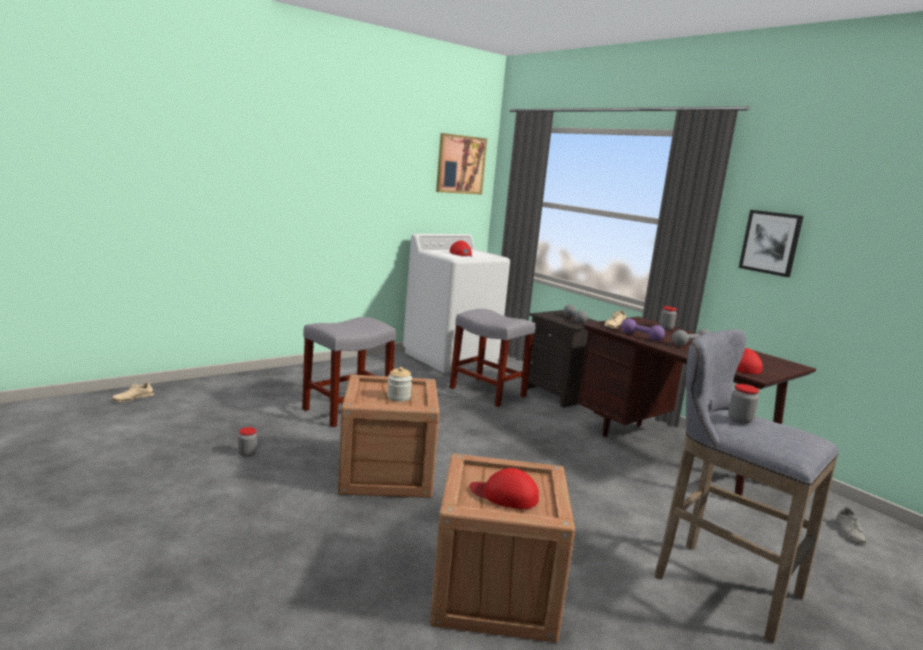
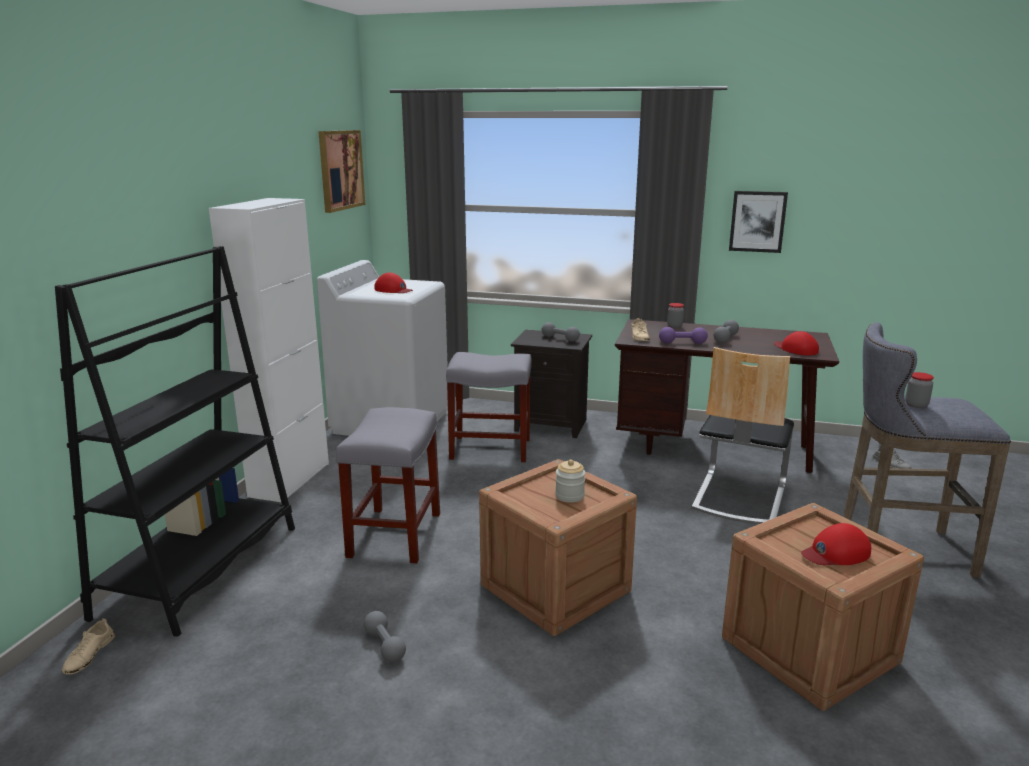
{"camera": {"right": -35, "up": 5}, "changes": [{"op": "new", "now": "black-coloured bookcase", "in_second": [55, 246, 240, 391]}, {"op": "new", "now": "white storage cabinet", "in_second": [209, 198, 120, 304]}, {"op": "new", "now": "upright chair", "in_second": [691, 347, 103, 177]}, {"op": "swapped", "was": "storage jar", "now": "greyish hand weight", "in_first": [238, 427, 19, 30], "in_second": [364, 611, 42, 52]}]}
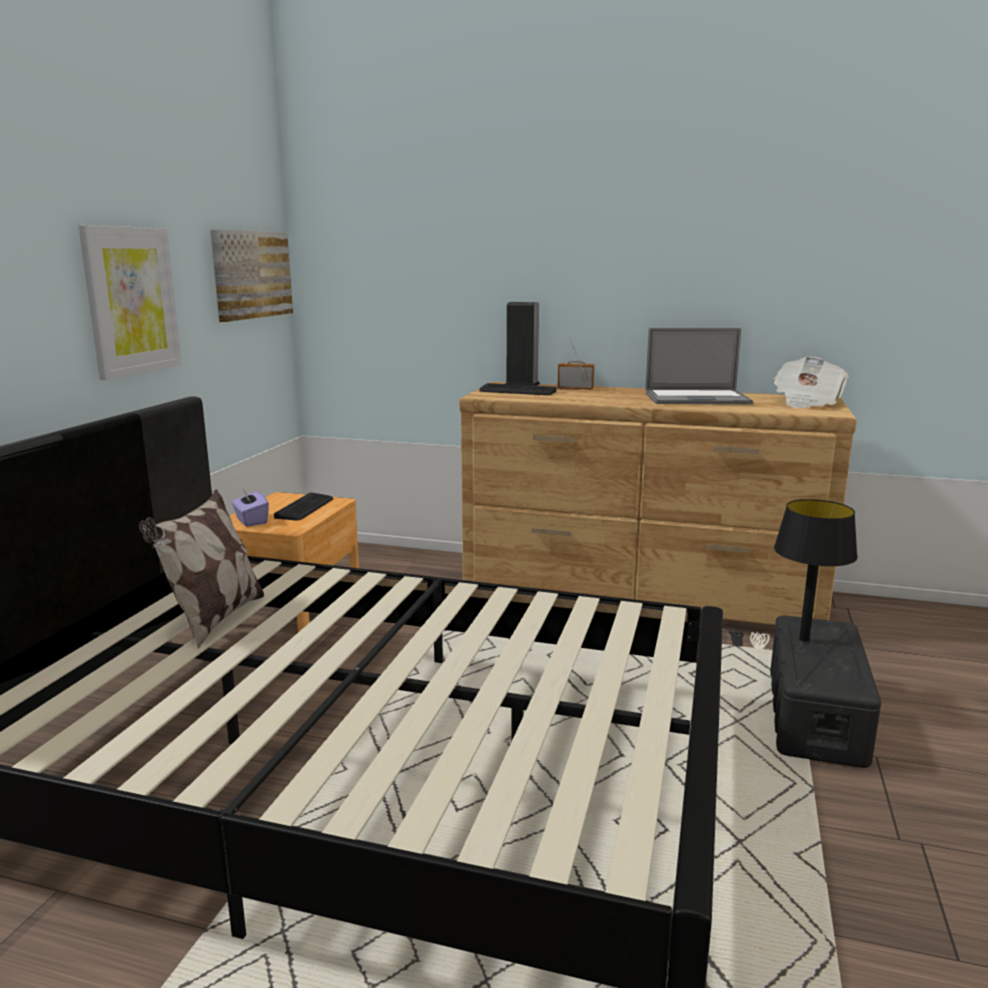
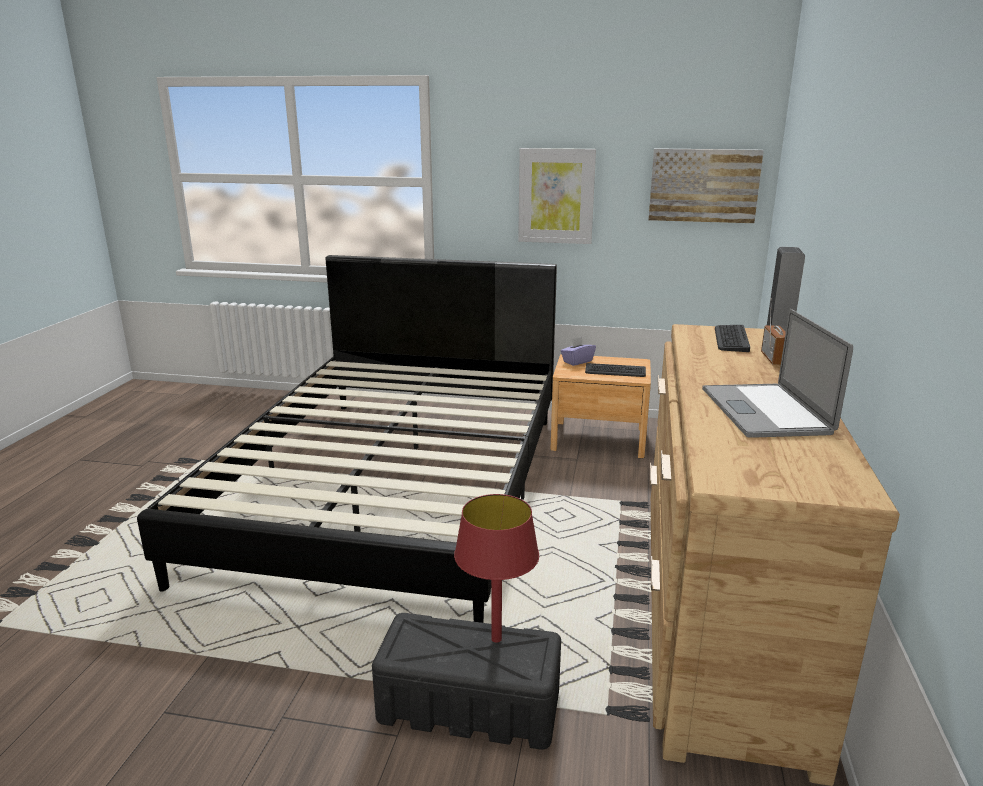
{"camera": {"right": 85, "up": 5}, "changes": [{"op": "gone", "was": "pillow", "in_first": [139, 489, 125, 160]}, {"op": "gone", "was": "daily paper", "in_first": [773, 357, 76, 51]}, {"op": "repainted", "was": "black-coloured table lamp", "now": "red table lamp", "in_first": [774, 499, 84, 143], "in_second": [454, 494, 85, 149]}]}
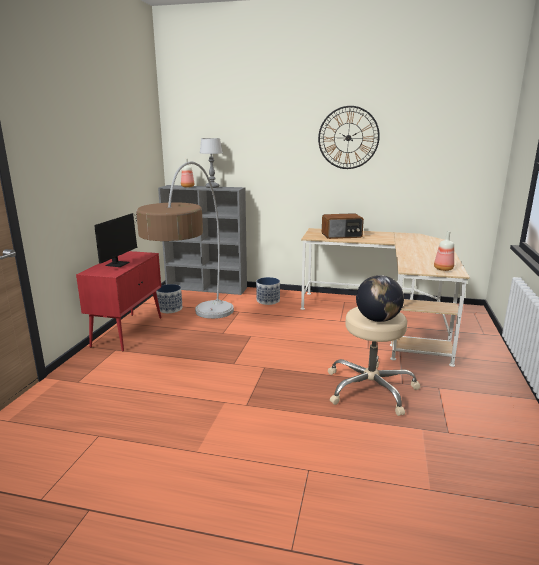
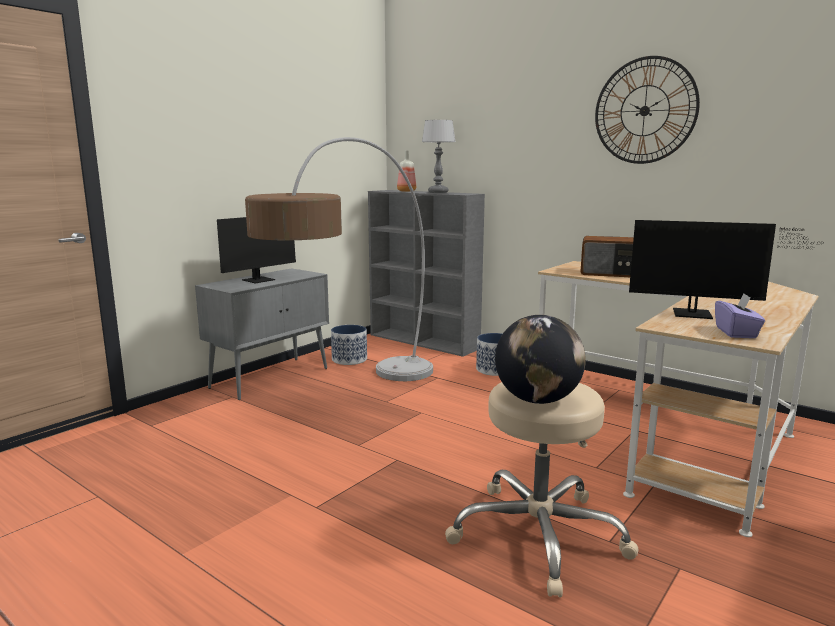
{"camera": {"right": 25, "up": -5}, "changes": [{"op": "new", "now": "computer screen", "in_second": [629, 220, 195, 99]}, {"op": "swapped", "was": "bottle", "now": "purple box of tissues", "in_first": [434, 231, 20, 40], "in_second": [715, 294, 50, 44]}, {"op": "repainted", "was": "red storage cabinet", "now": "greyish storage cabinet", "in_first": [76, 251, 85, 101], "in_second": [195, 268, 134, 132]}]}
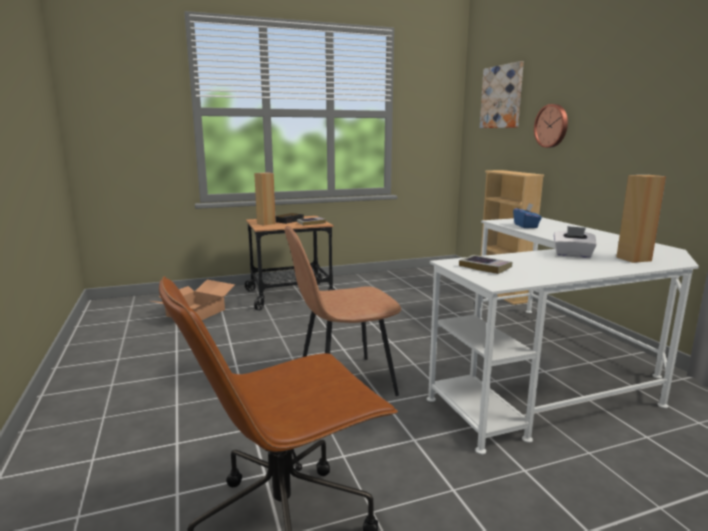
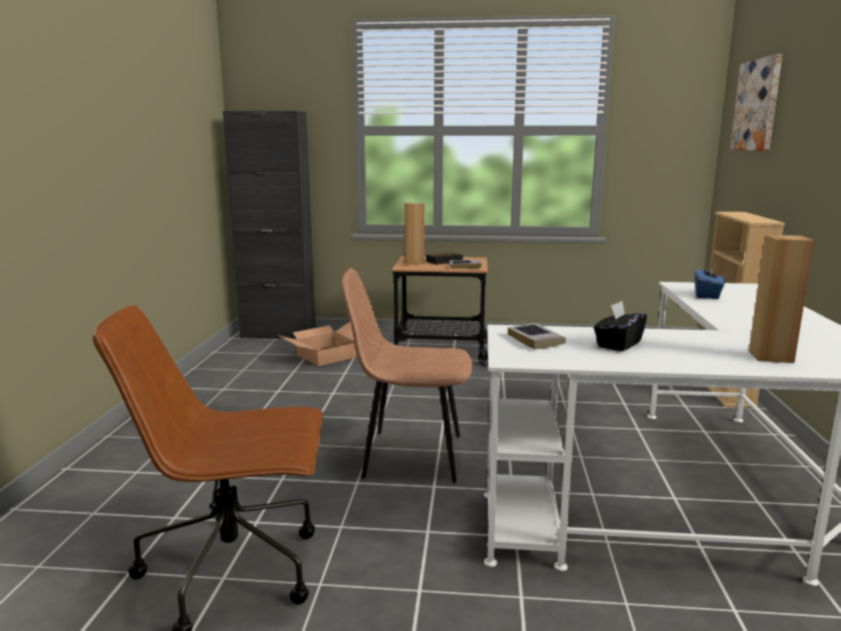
{"camera": {"right": 25, "up": 0}, "changes": [{"op": "gone", "was": "clock on the wall", "in_first": [534, 104, 34, 44]}, {"op": "gone", "was": "white box of tissues", "in_first": [554, 226, 43, 32]}, {"op": "new", "now": "black-coloured storage cabinet", "in_second": [223, 111, 93, 228]}, {"op": "new", "now": "black-coloured box of tissues", "in_second": [594, 301, 53, 50]}]}
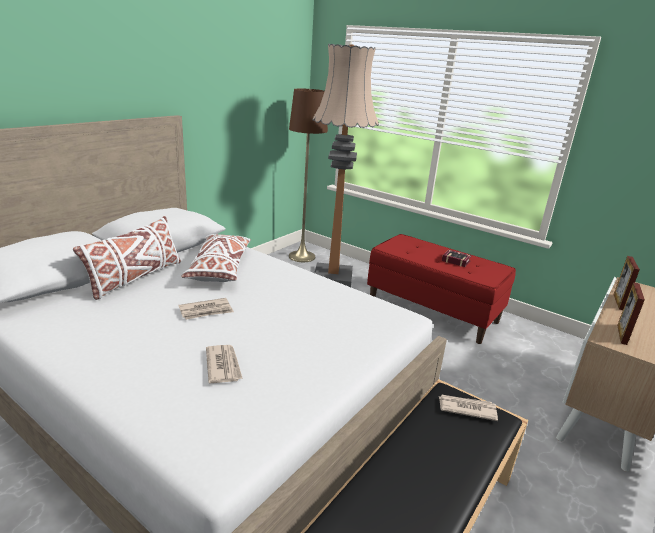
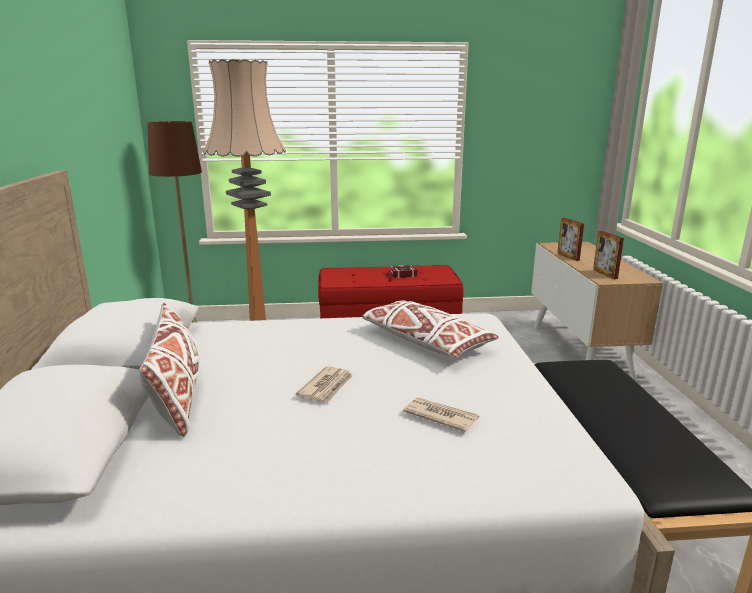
{"camera": {"right": -40, "up": -5}, "changes": [{"op": "gone", "was": "daily paper", "in_first": [439, 394, 59, 27]}, {"op": "shifted", "was": "white pillow", "in_first": [181, 234, 70, 48], "in_second": [362, 301, 137, 57]}]}
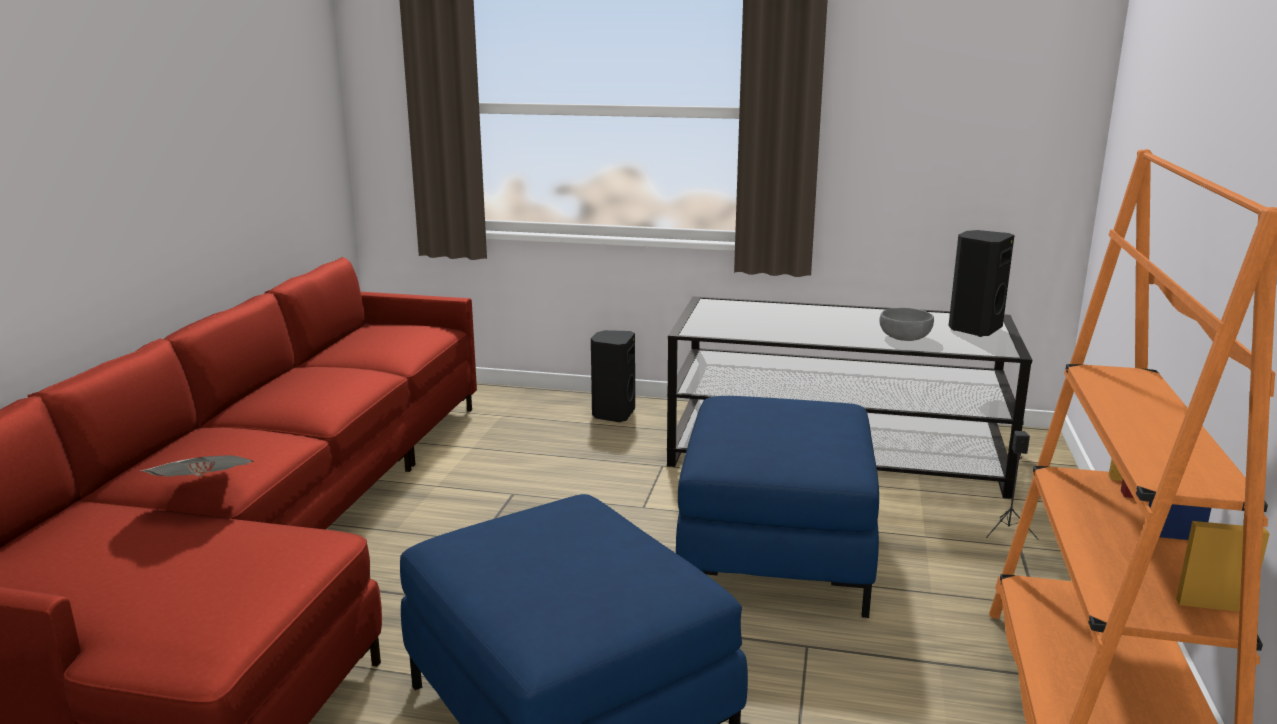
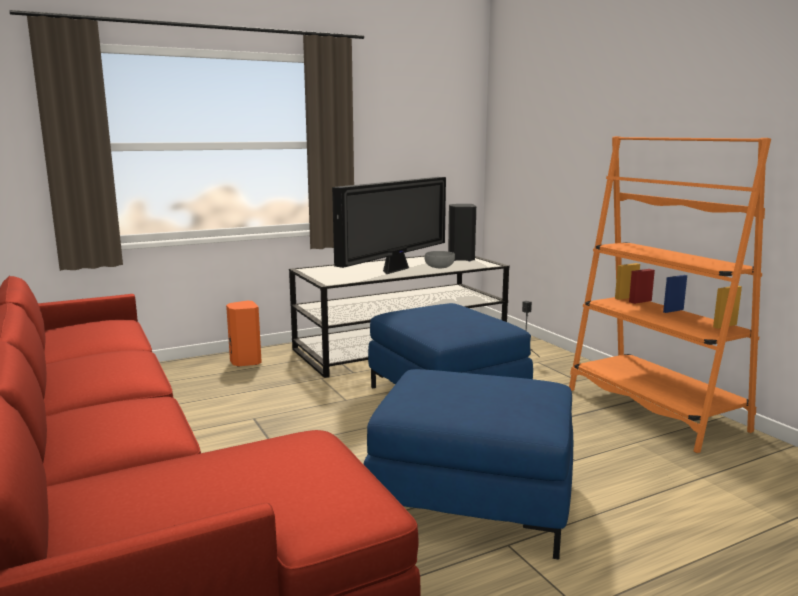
{"camera": {"right": -40, "up": -5}, "changes": [{"op": "gone", "was": "daily paper", "in_first": [140, 456, 113, 21]}, {"op": "new", "now": "TV", "in_second": [332, 177, 114, 97]}, {"op": "repainted", "was": "black-coloured loudspeaker", "now": "orange loudspeaker", "in_first": [591, 330, 44, 92], "in_second": [226, 301, 36, 66]}]}
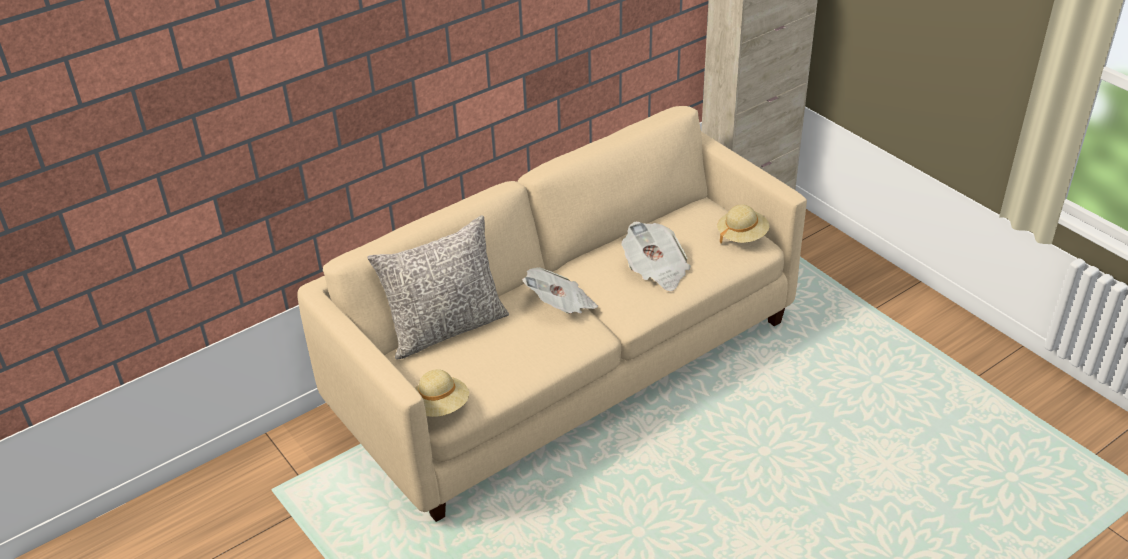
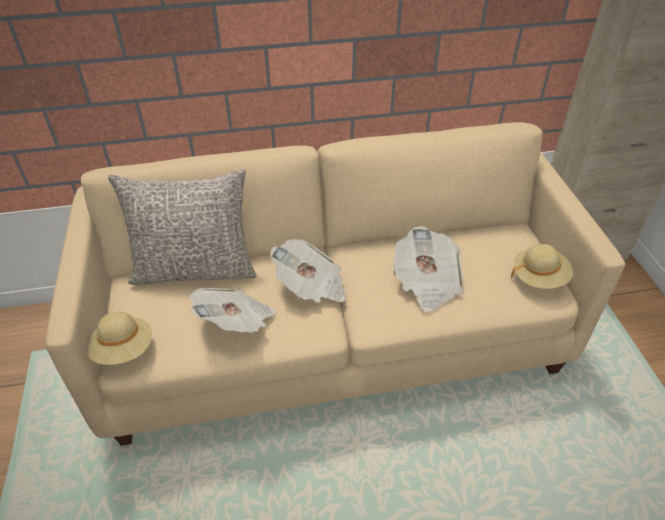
{"camera": {"right": 25, "up": 5}, "changes": [{"op": "new", "now": "daily paper", "in_second": [189, 288, 87, 45]}]}
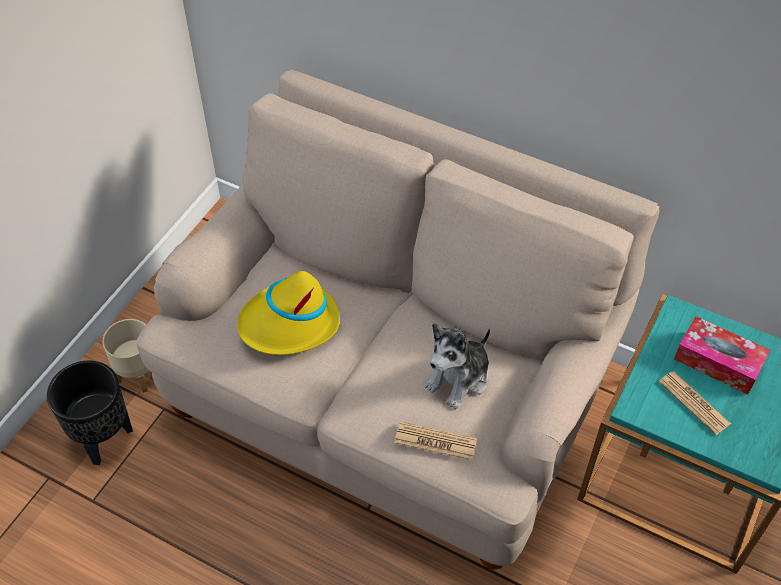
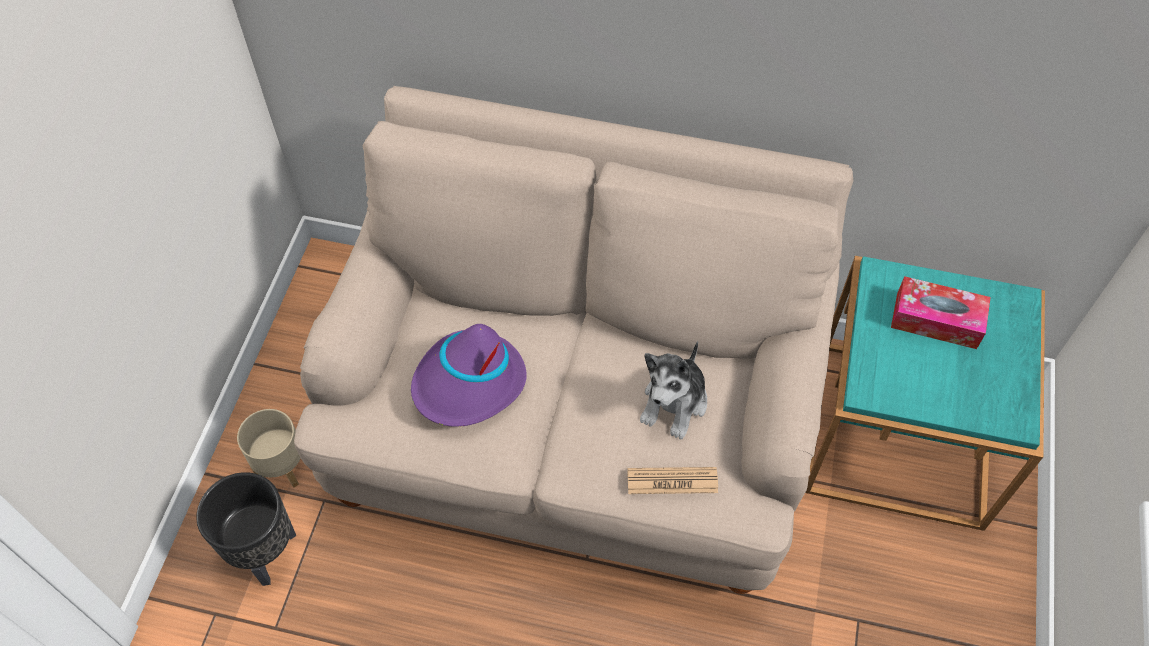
{"camera": {"right": -15, "up": 5}, "changes": [{"op": "gone", "was": "daily paper", "in_first": [659, 371, 72, 64]}, {"op": "repainted", "was": "yellow wearable hat", "now": "purple wearable hat", "in_first": [237, 271, 103, 84], "in_second": [411, 324, 116, 103]}]}
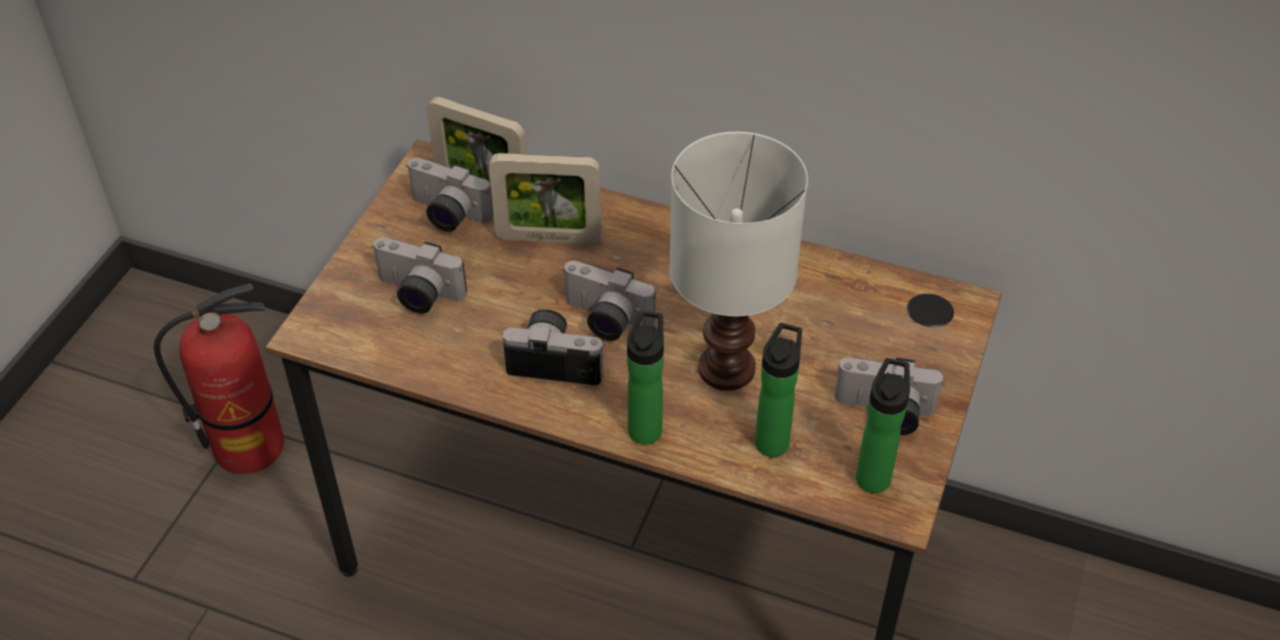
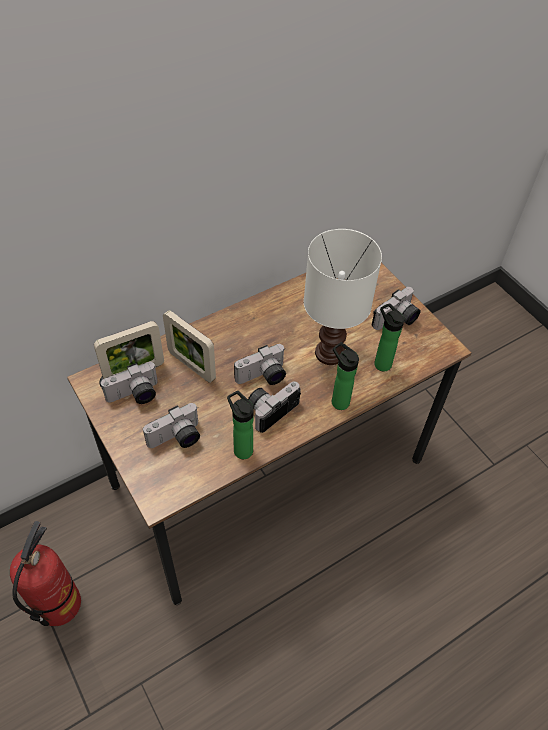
{"camera": {"right": -55, "up": 5}, "changes": [{"op": "shifted", "was": "bottle", "in_first": [856, 358, 54, 135], "in_second": [227, 391, 27, 68]}, {"op": "rotated", "was": "photo frame", "in_first": [489, 153, 113, 91], "in_second": [163, 310, 53, 73], "clockwise": 90}]}
